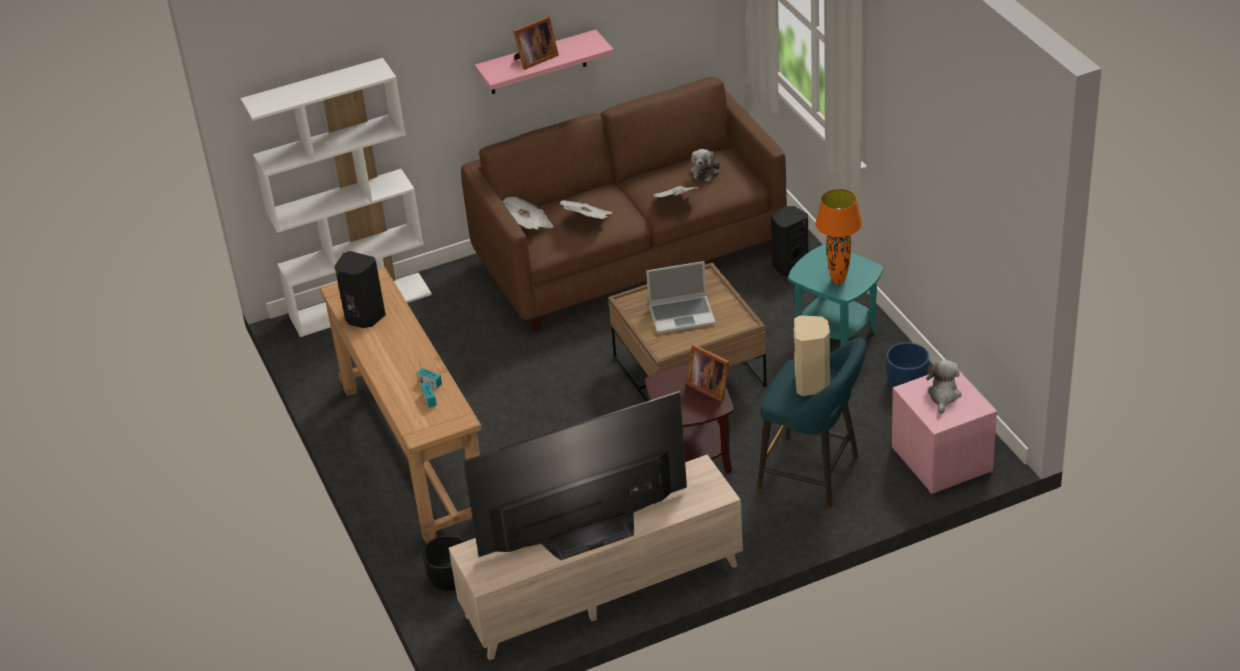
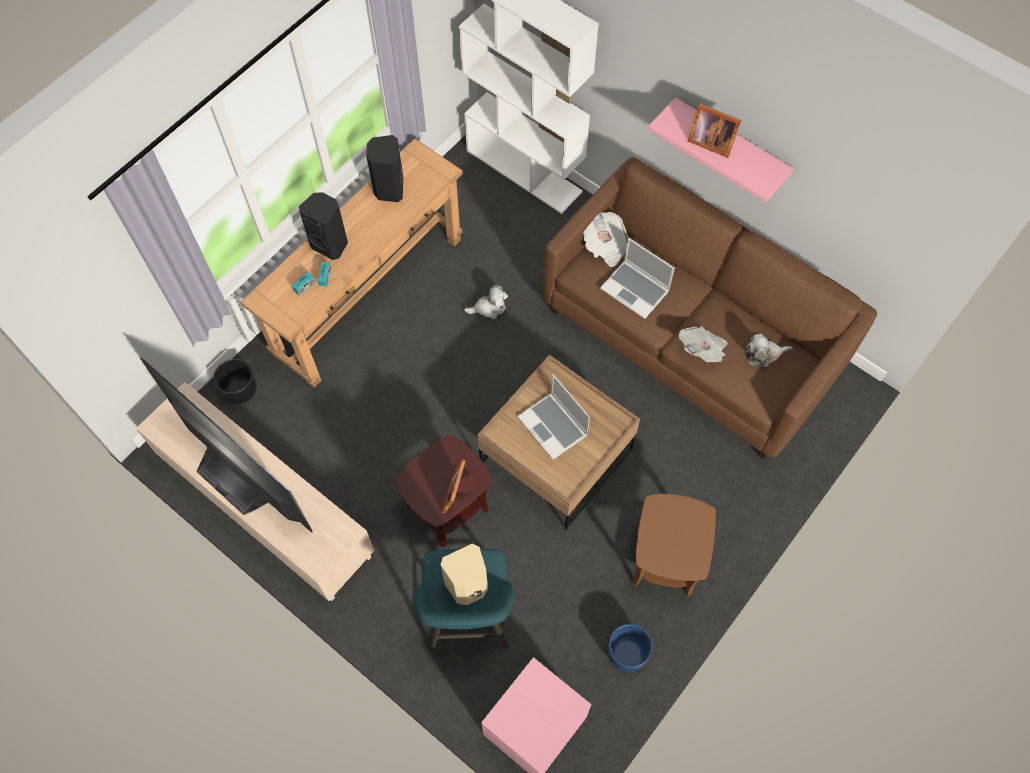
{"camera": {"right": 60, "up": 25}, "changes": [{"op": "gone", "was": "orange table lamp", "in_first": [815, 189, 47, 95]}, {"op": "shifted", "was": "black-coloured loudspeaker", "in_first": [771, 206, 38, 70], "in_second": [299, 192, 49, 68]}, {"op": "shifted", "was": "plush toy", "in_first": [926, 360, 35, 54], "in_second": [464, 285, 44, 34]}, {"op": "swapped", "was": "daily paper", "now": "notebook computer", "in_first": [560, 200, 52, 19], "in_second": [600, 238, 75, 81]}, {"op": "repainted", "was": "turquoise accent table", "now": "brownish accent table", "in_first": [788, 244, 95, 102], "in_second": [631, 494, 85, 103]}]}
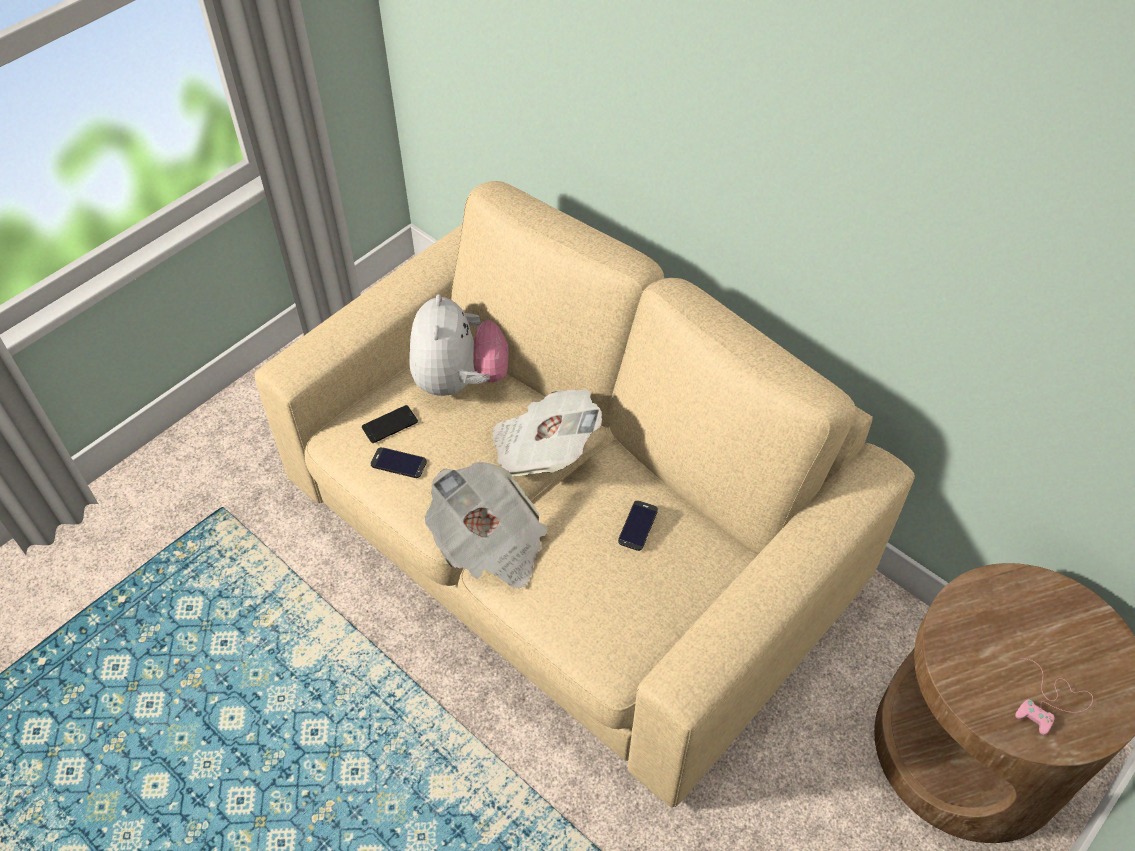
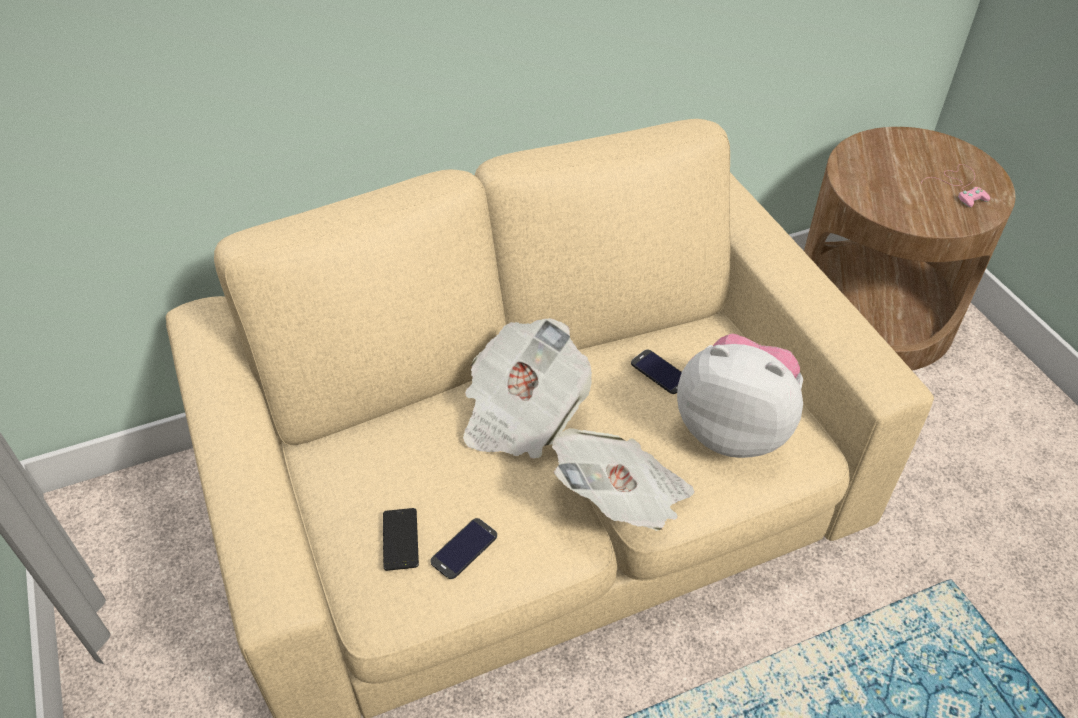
{"camera": {"right": -65, "up": -5}, "changes": [{"op": "shifted", "was": "plush toy", "in_first": [409, 294, 100, 102], "in_second": [677, 334, 126, 124]}]}
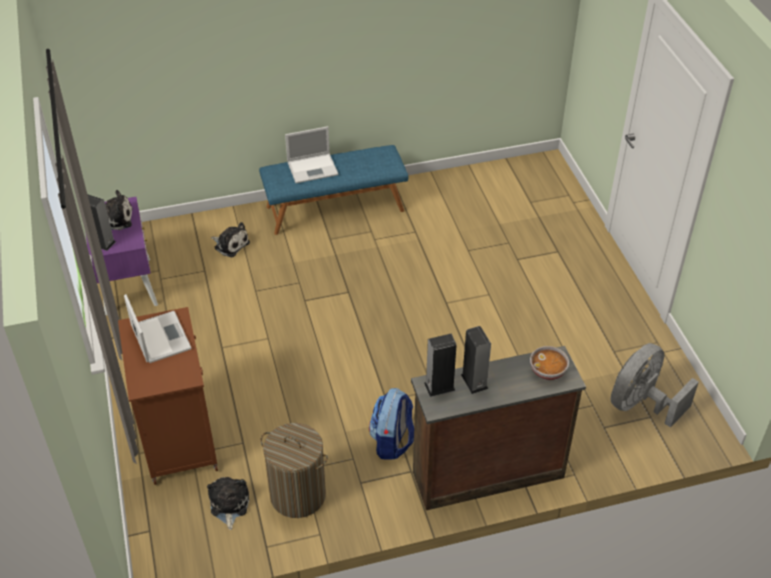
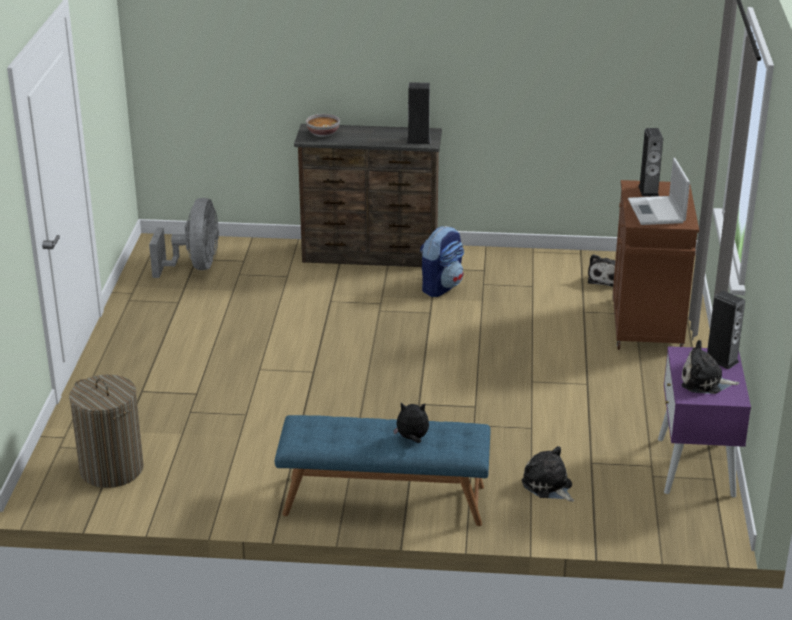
{"camera": {"right": -160, "up": -15}, "changes": [{"op": "shifted", "was": "washing basket", "in_first": [260, 423, 68, 95], "in_second": [69, 374, 74, 114]}, {"op": "shifted", "was": "loudspeaker", "in_first": [461, 326, 30, 68], "in_second": [638, 128, 25, 69]}, {"op": "swapped", "was": "notebook computer", "now": "plush toy", "in_first": [285, 126, 54, 57], "in_second": [393, 403, 36, 40]}, {"op": "rotated", "was": "greyish electric fan", "in_first": [611, 343, 88, 85], "in_second": [149, 198, 70, 80], "clockwise": -60}]}
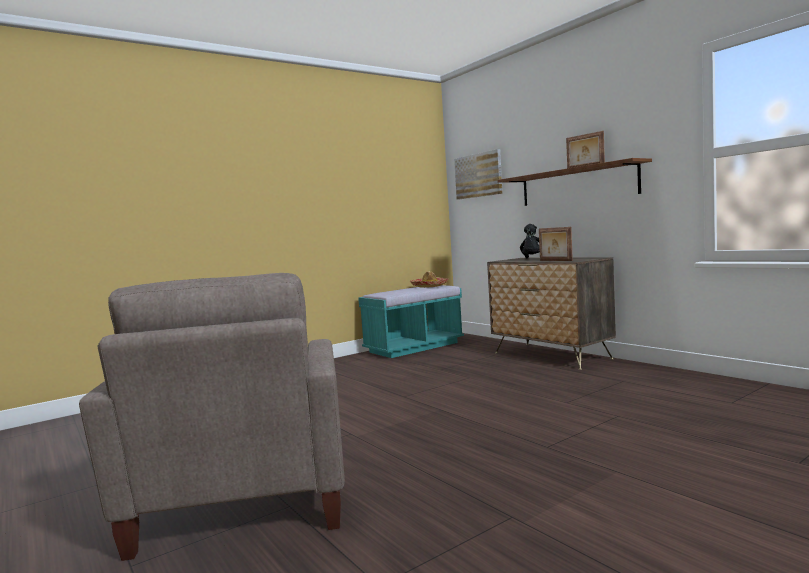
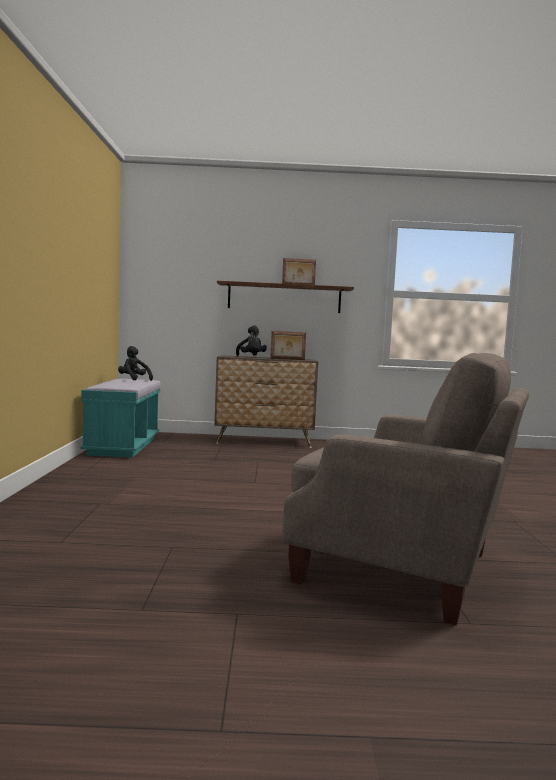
{"camera": {"right": -55, "up": 0}, "changes": [{"op": "gone", "was": "wall picture", "in_first": [454, 149, 49, 51]}, {"op": "swapped", "was": "wearable hat", "now": "black-coloured plush toy", "in_first": [410, 271, 38, 17], "in_second": [118, 346, 35, 35]}]}
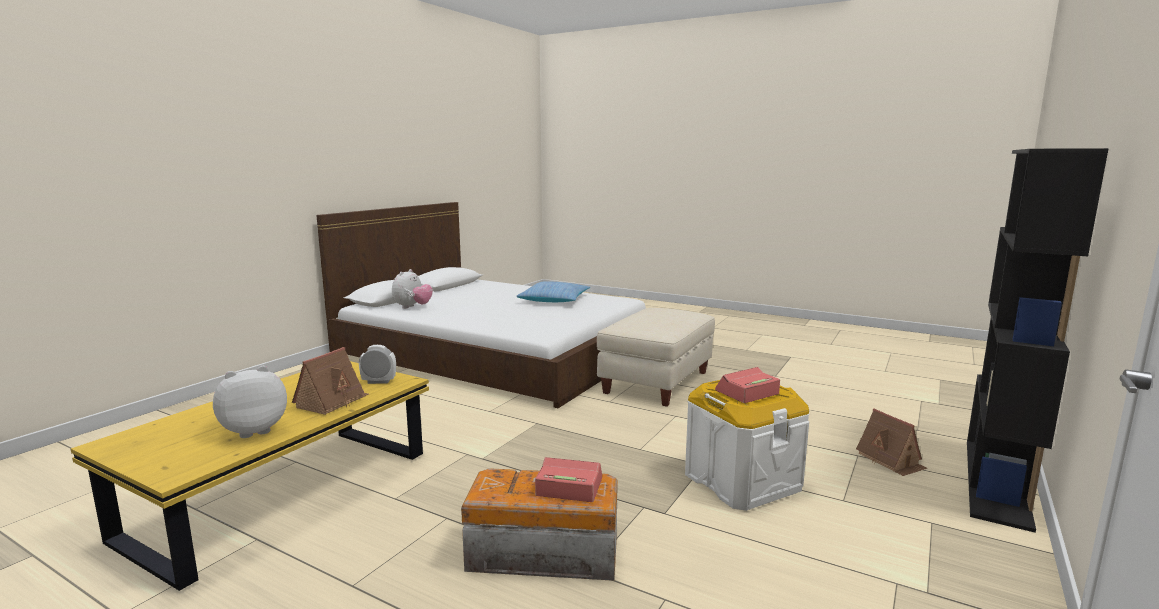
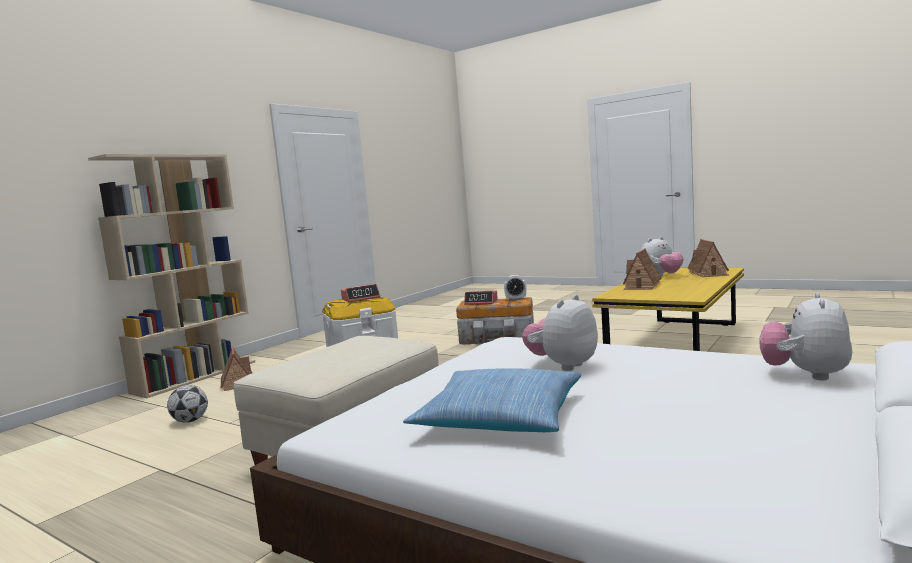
{"camera": {"right": -175, "up": -5}, "changes": [{"op": "new", "now": "football ball", "in_second": [167, 385, 41, 38]}, {"op": "new", "now": "plush toy", "in_second": [522, 294, 76, 77]}, {"op": "new", "now": "model house", "in_second": [687, 239, 42, 38]}, {"op": "shifted", "was": "alarm clock", "in_first": [359, 345, 37, 39], "in_second": [504, 275, 22, 26]}, {"op": "repainted", "was": "black-coloured bookcase", "now": "sand-coloured bookcase", "in_first": [967, 148, 142, 385], "in_second": [88, 154, 167, 244]}]}
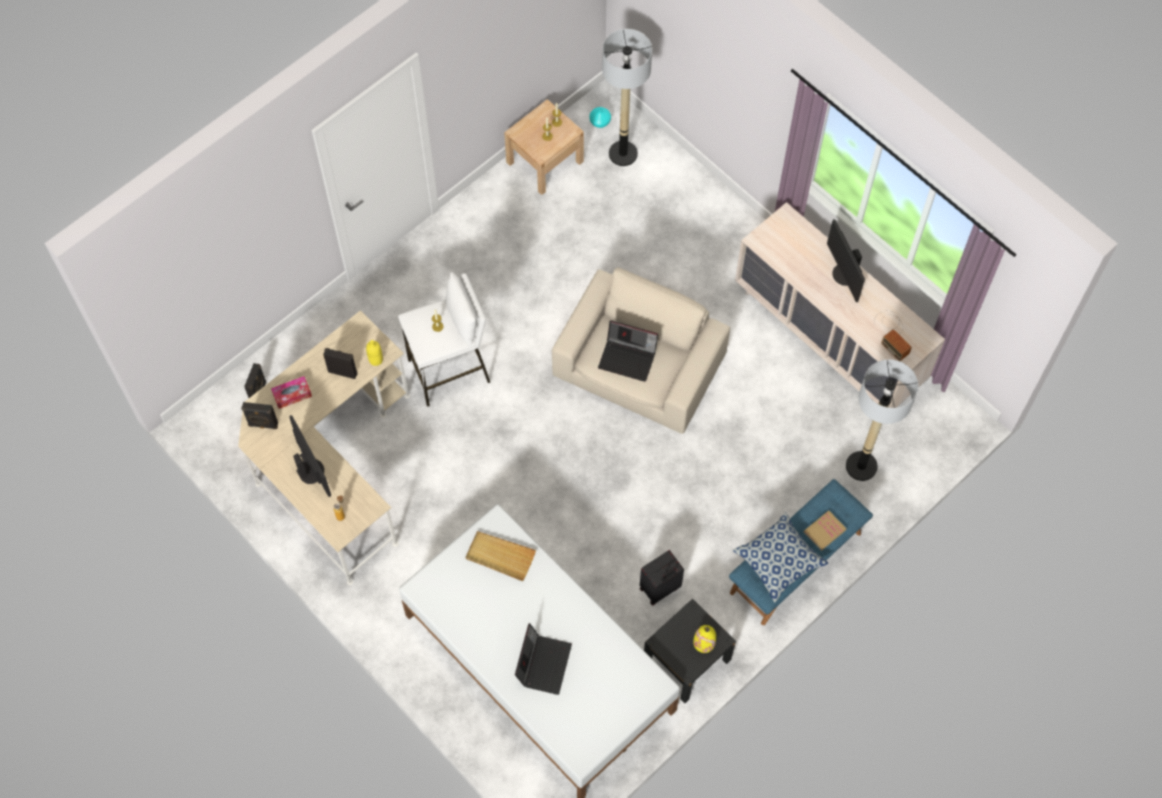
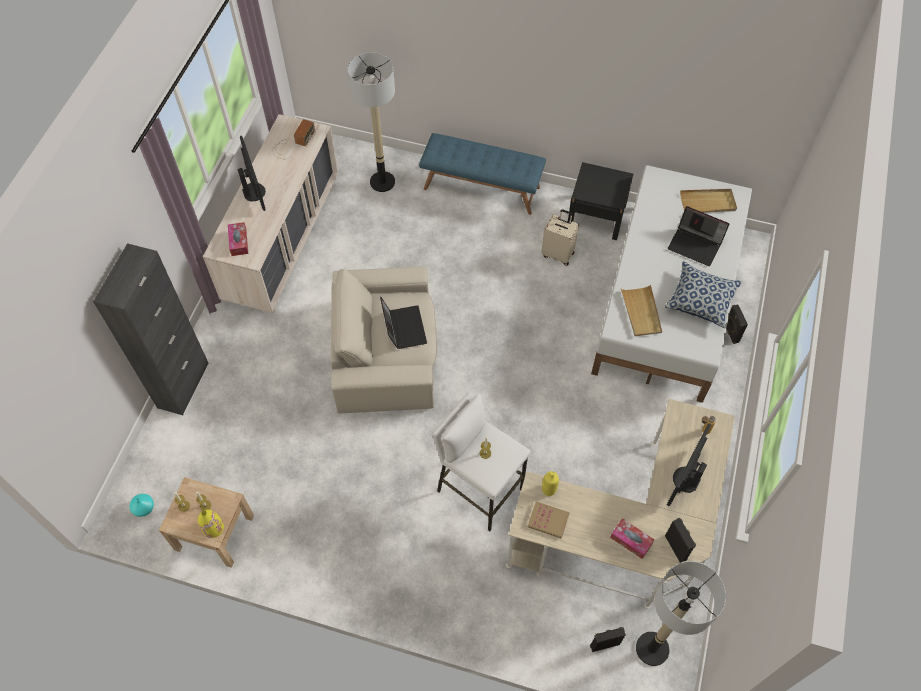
{"camera": {"right": -120, "up": -5}, "changes": [{"op": "new", "now": "black-coloured storage cabinet", "in_second": [93, 243, 116, 172]}, {"op": "new", "now": "box of tissues", "in_second": [228, 222, 20, 34]}, {"op": "new", "now": "sand-coloured tray", "in_second": [680, 189, 57, 24]}, {"op": "shifted", "was": "black-coloured loudspeaker", "in_first": [323, 348, 35, 31], "in_second": [726, 305, 22, 39]}, {"op": "shifted", "was": "standard lamp", "in_first": [602, 29, 50, 137], "in_second": [636, 561, 90, 105]}, {"op": "shifted", "was": "yellow decorative vase", "in_first": [693, 625, 23, 28], "in_second": [198, 509, 26, 29]}, {"op": "shifted", "was": "pillow", "in_first": [733, 512, 96, 91], "in_second": [665, 261, 77, 67]}, {"op": "shifted", "was": "bound book", "in_first": [804, 510, 43, 41], "in_second": [528, 501, 42, 38]}, {"op": "repainted", "was": "black-coloured travel case", "now": "sand-coloured travel case", "in_first": [640, 550, 44, 56], "in_second": [541, 209, 38, 57]}, {"op": "rotated", "was": "notebook computer", "in_first": [515, 623, 57, 72], "in_second": [668, 206, 61, 60], "clockwise": -135}, {"op": "rotated", "was": "computer screen", "in_first": [827, 219, 38, 83], "in_second": [237, 136, 29, 75], "clockwise": -60}]}
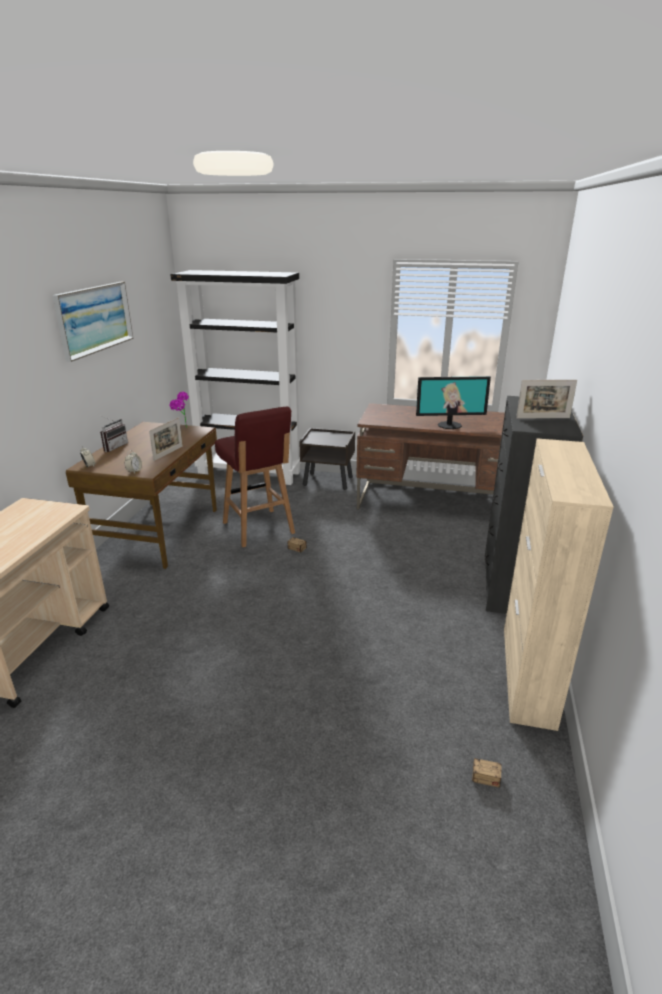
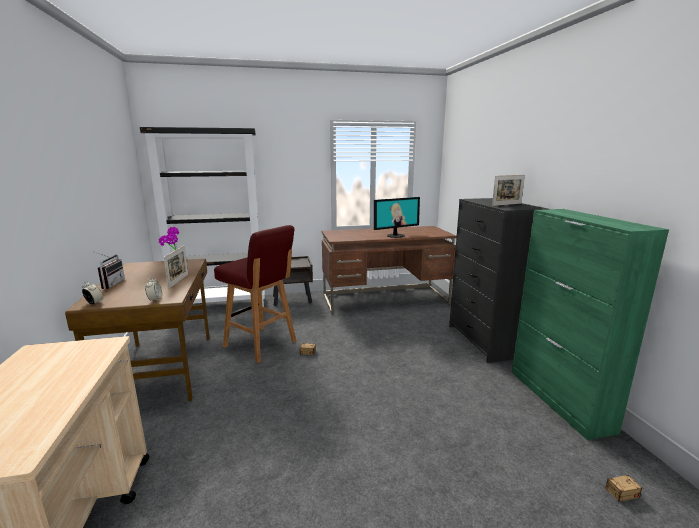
{"camera": {"right": -25, "up": -10}, "changes": [{"op": "gone", "was": "wall picture", "in_first": [52, 282, 81, 80]}, {"op": "repainted", "was": "sand-coloured storage cabinet", "now": "green-coloured storage cabinet", "in_first": [504, 438, 110, 293], "in_second": [512, 209, 157, 231]}]}
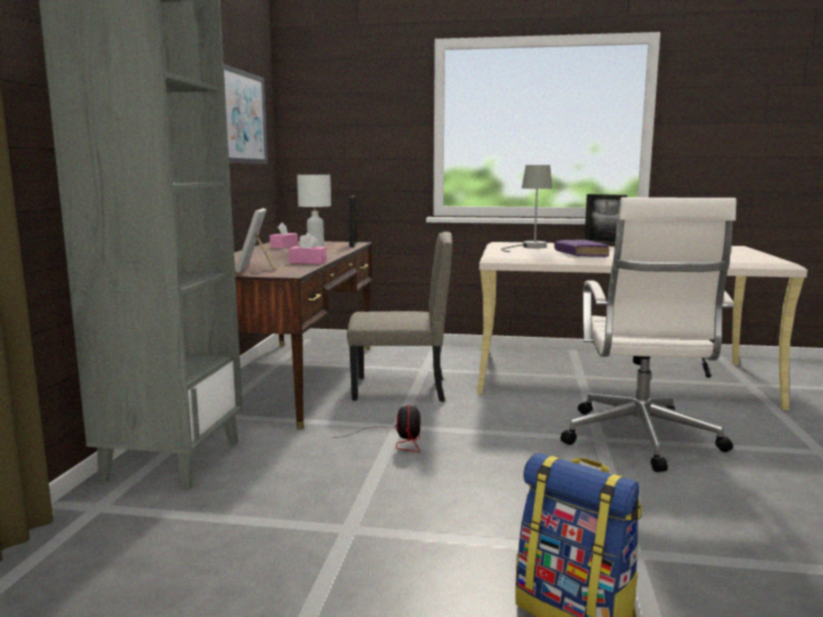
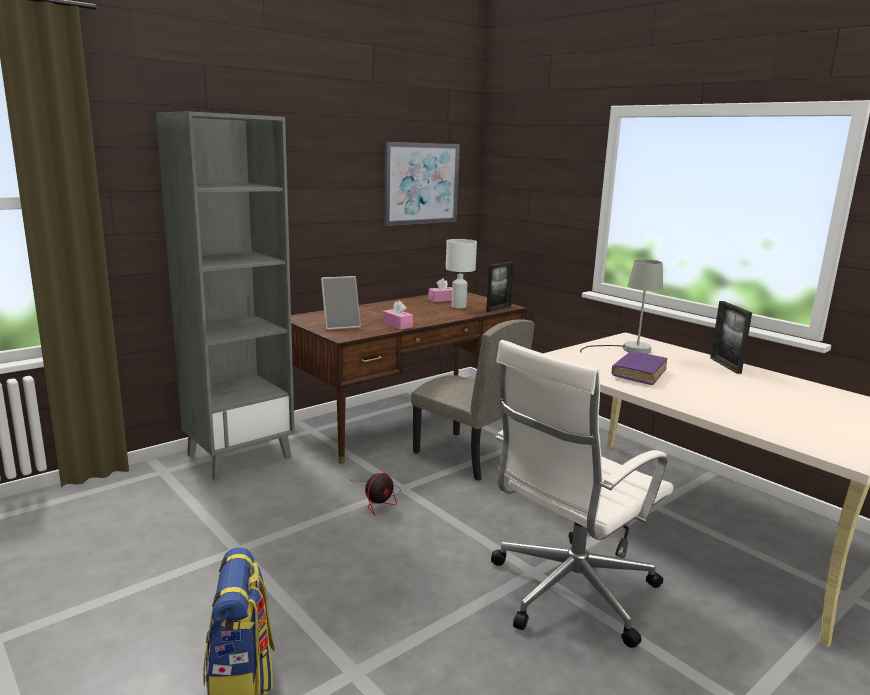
{"camera": {"right": 40, "up": 5}, "changes": [{"op": "rotated", "was": "photo frame", "in_first": [236, 208, 41, 65], "in_second": [321, 276, 40, 54], "clockwise": -150}]}
